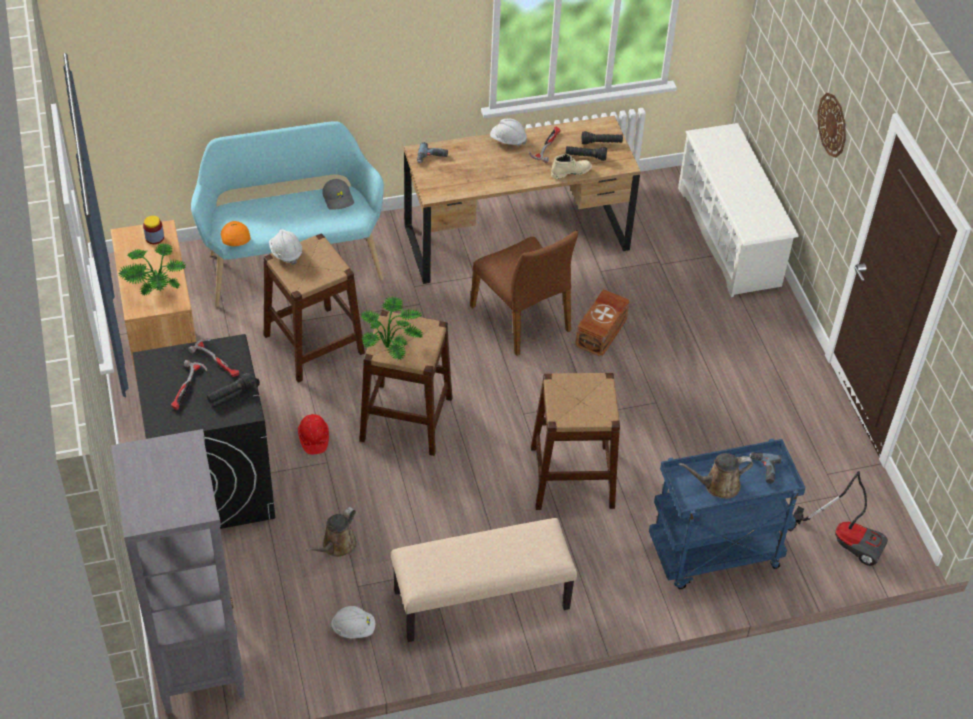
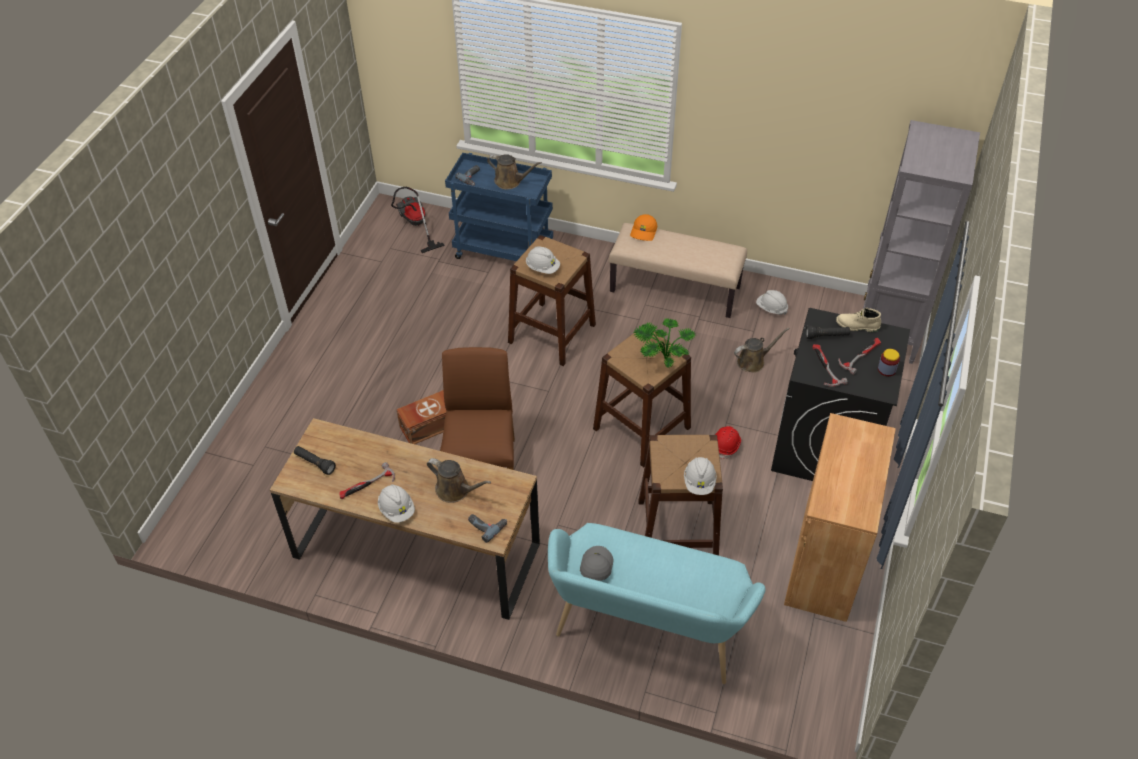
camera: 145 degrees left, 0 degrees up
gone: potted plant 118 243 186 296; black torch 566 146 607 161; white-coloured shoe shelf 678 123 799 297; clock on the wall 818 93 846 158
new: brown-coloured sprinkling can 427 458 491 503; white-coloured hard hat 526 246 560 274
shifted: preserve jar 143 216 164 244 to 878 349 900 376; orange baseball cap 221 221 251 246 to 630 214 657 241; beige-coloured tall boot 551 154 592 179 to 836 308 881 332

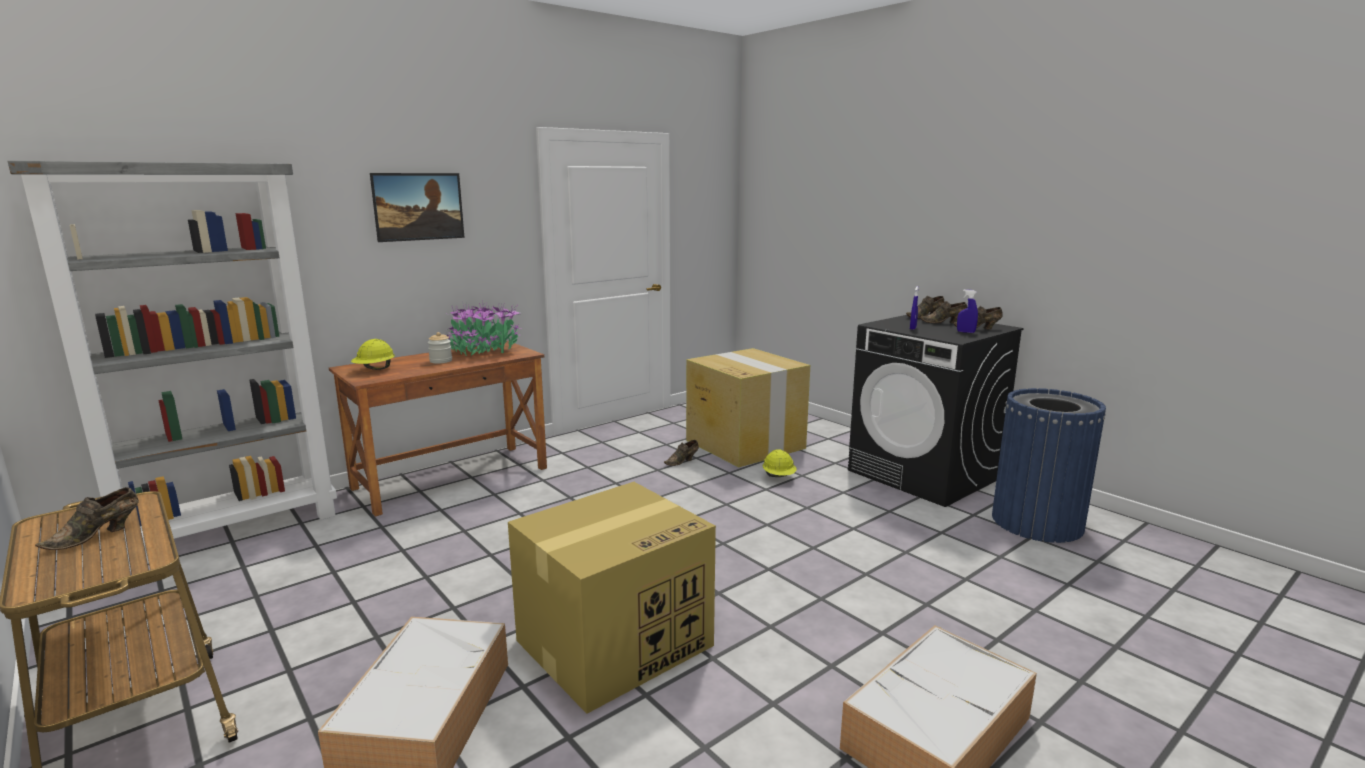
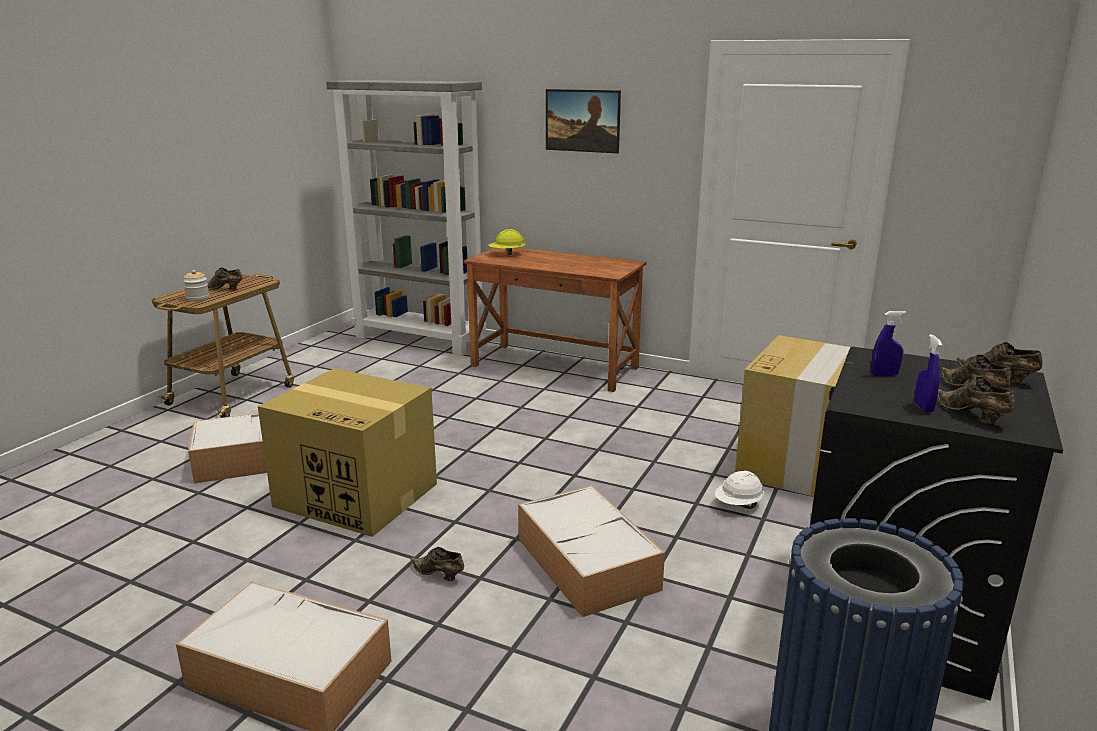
camera: 65 degrees right, 5 degrees up
gone: potted plant 445 302 522 357
new: storage bin 518 485 665 617
shifted: preserve jar 428 332 452 364 to 183 270 210 302; brown-coloured item of footwear 664 440 699 466 to 410 547 464 581
repainted: yellow hard hat 763 449 797 477 to white-coloured hard hat 715 470 764 509

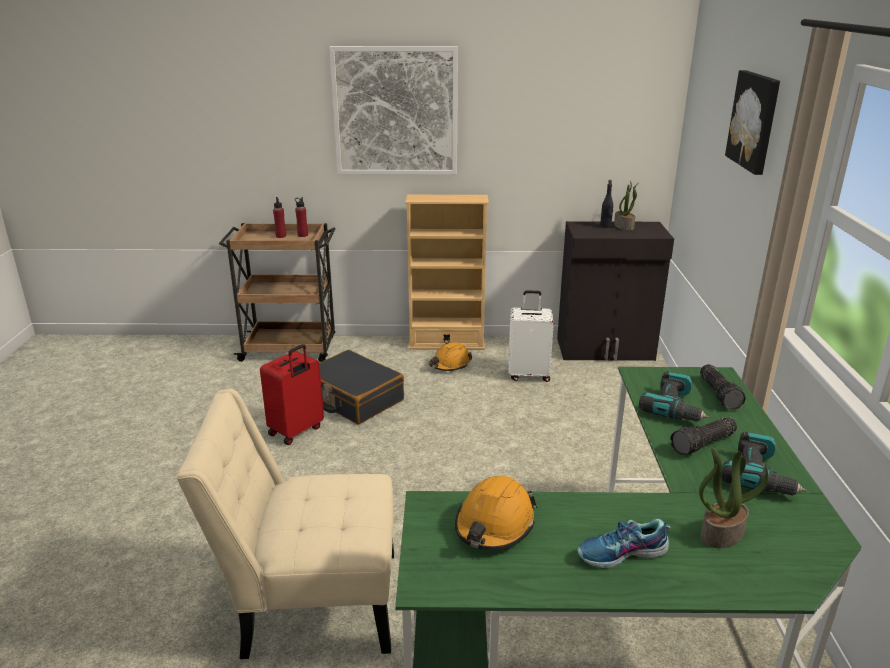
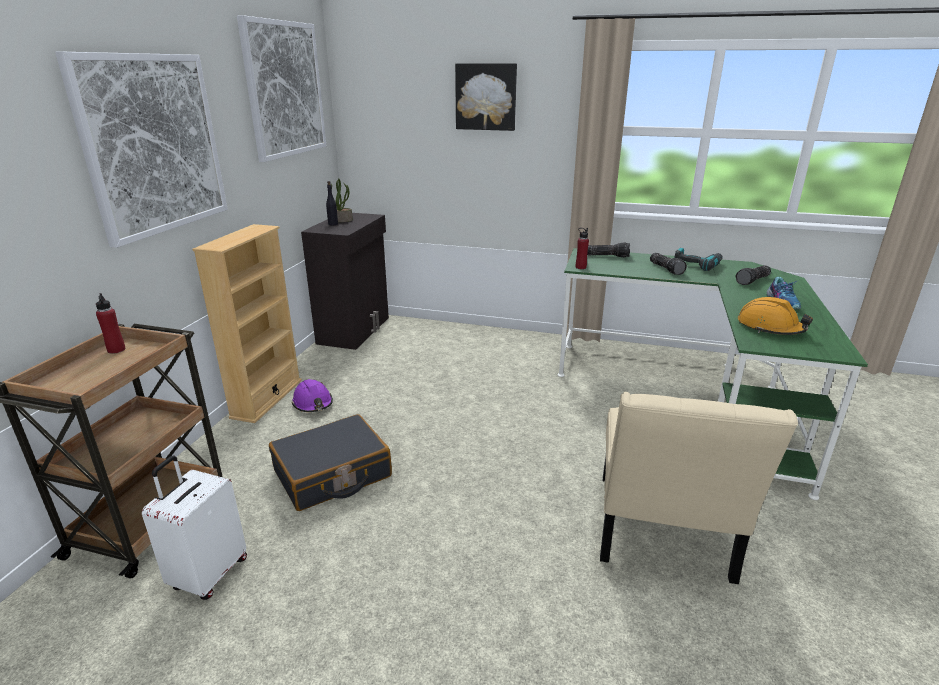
camera: 75 degrees left, 0 degrees up
gone: red travel case 260 344 324 445; drill 639 371 709 422
new: wall picture 237 15 326 162
shifted: red drink bottle 273 197 286 238 to 576 228 589 269; white-coloured travel case 508 290 554 382 to 142 455 247 600
swapped: potted plant 699 447 768 548 to torch 735 265 771 285
repainted: orange hard hat 429 342 472 371 to purple-coloured hard hat 292 379 333 412

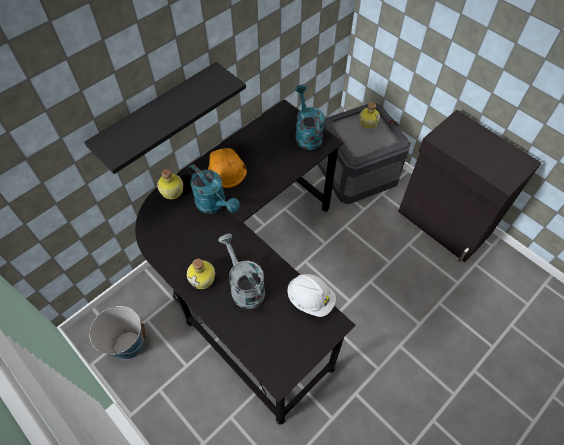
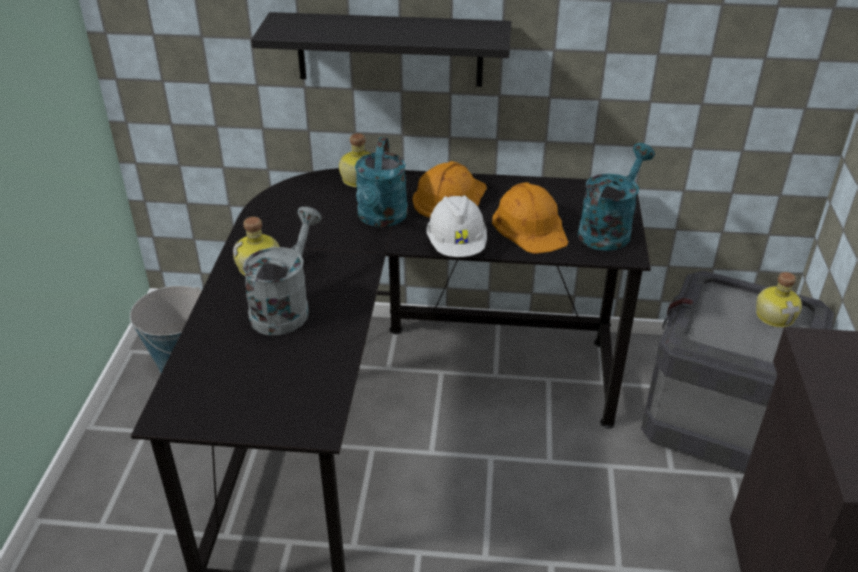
camera: 50 degrees right, 20 degrees down
new: orange hard hat 492 182 568 254
shifted: white-coloured hard hat 287 274 336 317 to 427 195 487 257

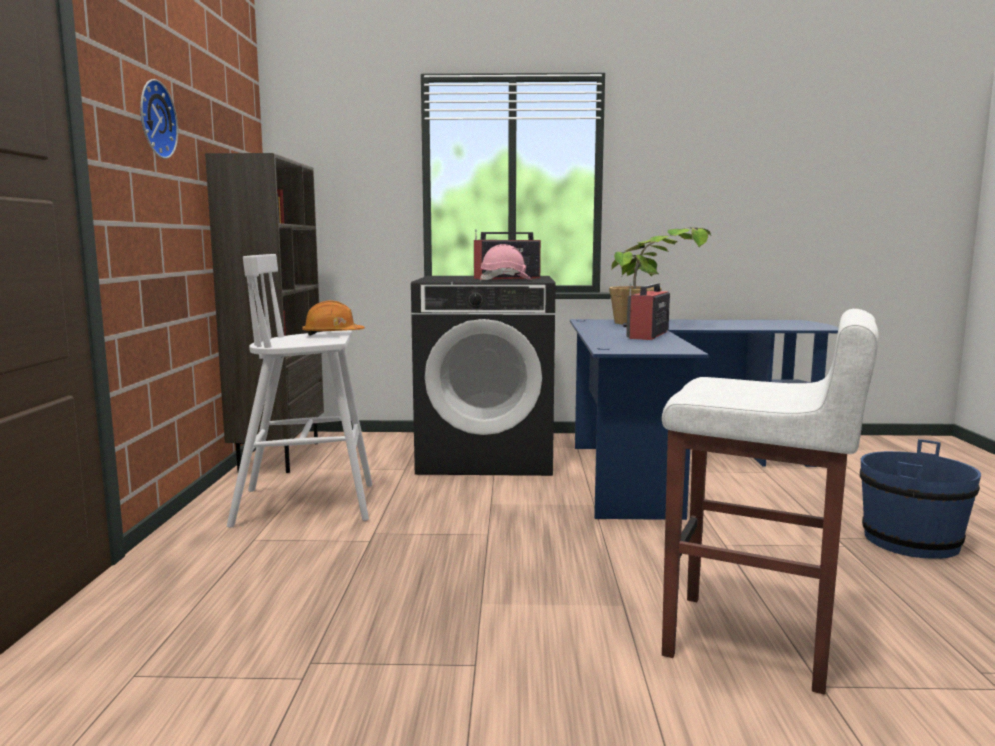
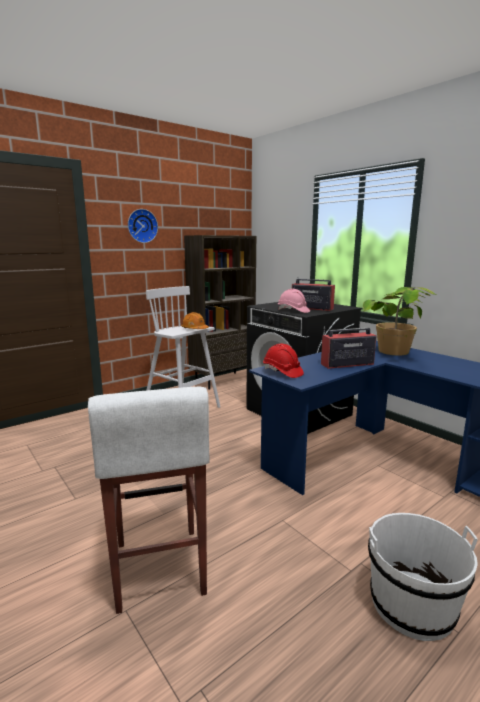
camera: 50 degrees right, 5 degrees up
new: red hard hat 263 344 304 378
repainted: blue water bucket 860 439 981 559 to white-coloured water bucket 368 513 478 641

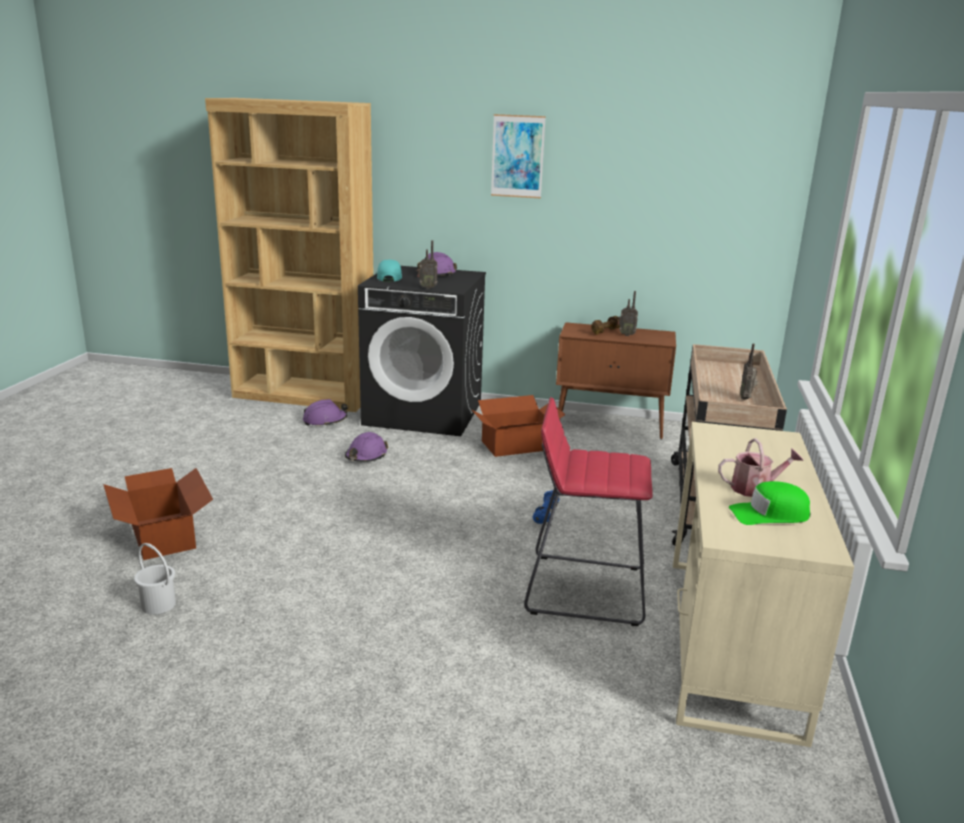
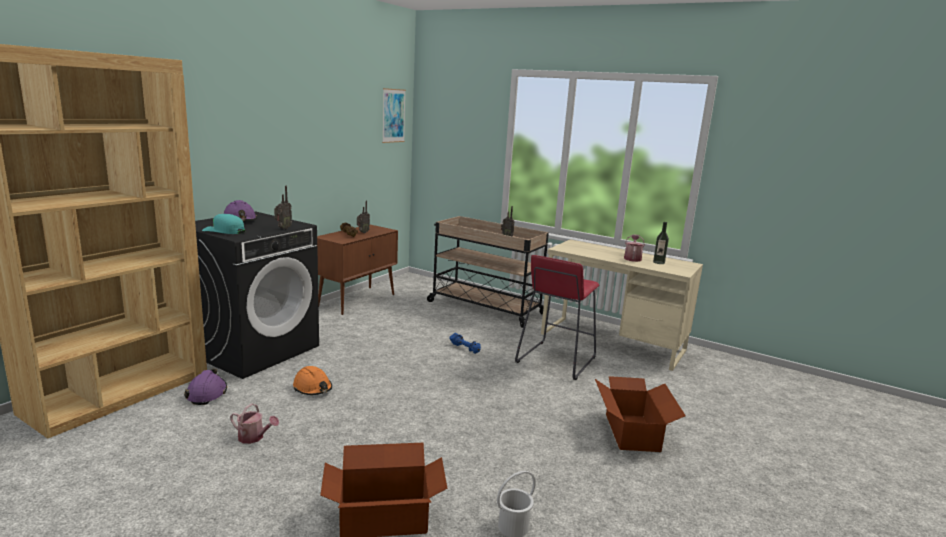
camera: 70 degrees left, 5 degrees down
new: sprinkling can 230 403 279 444
shifted: cardboard box 472 395 566 457 to 595 376 686 452; wall picture 491 114 546 198 to 382 88 406 143
swapped: green baseball cap 729 481 811 525 to drink bottle 653 222 669 264
repainted: purple-coloured hard hat 345 432 388 462 to orange hard hat 293 366 332 395

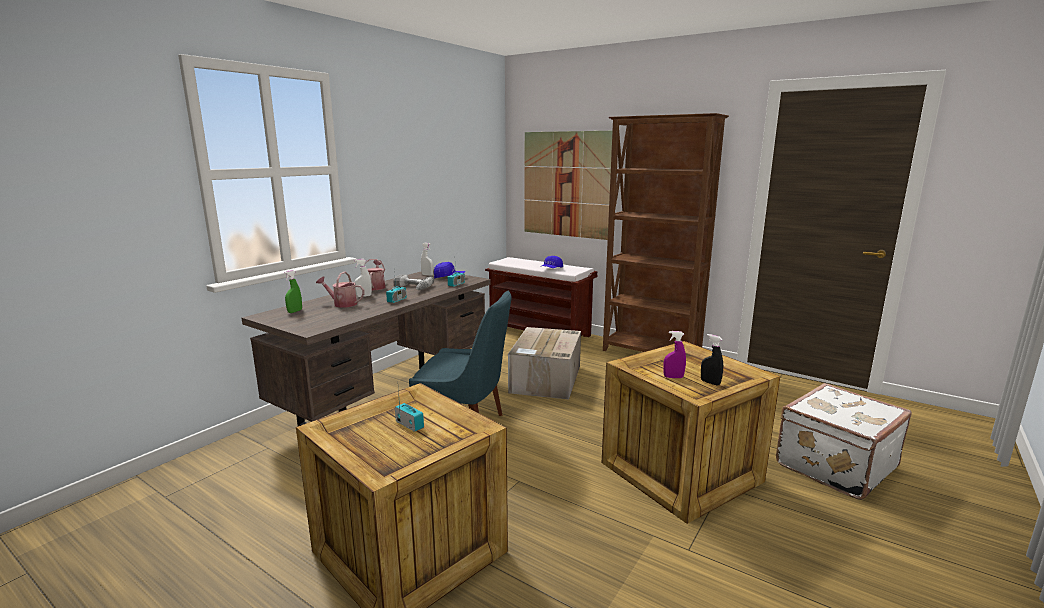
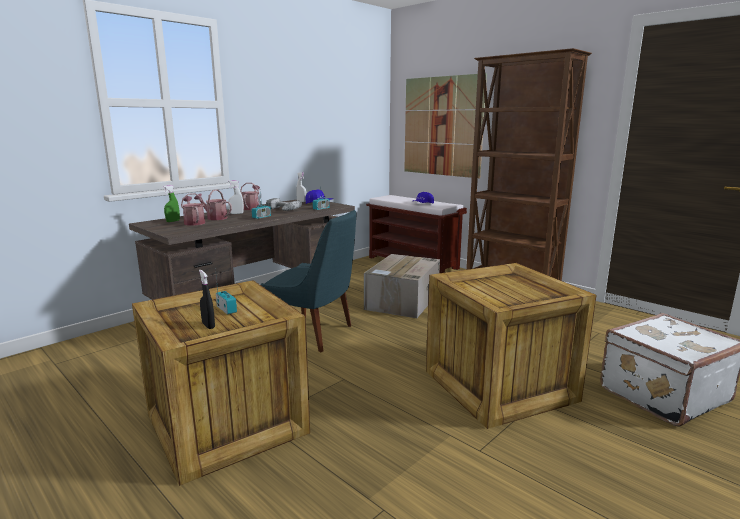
camera: 10 degrees right, 0 degrees up
gone: purple-coloured sprayer 663 331 686 378
new: sprinkling can 181 193 205 226
shifted: black sprayer 701 334 723 386 to 199 270 215 329

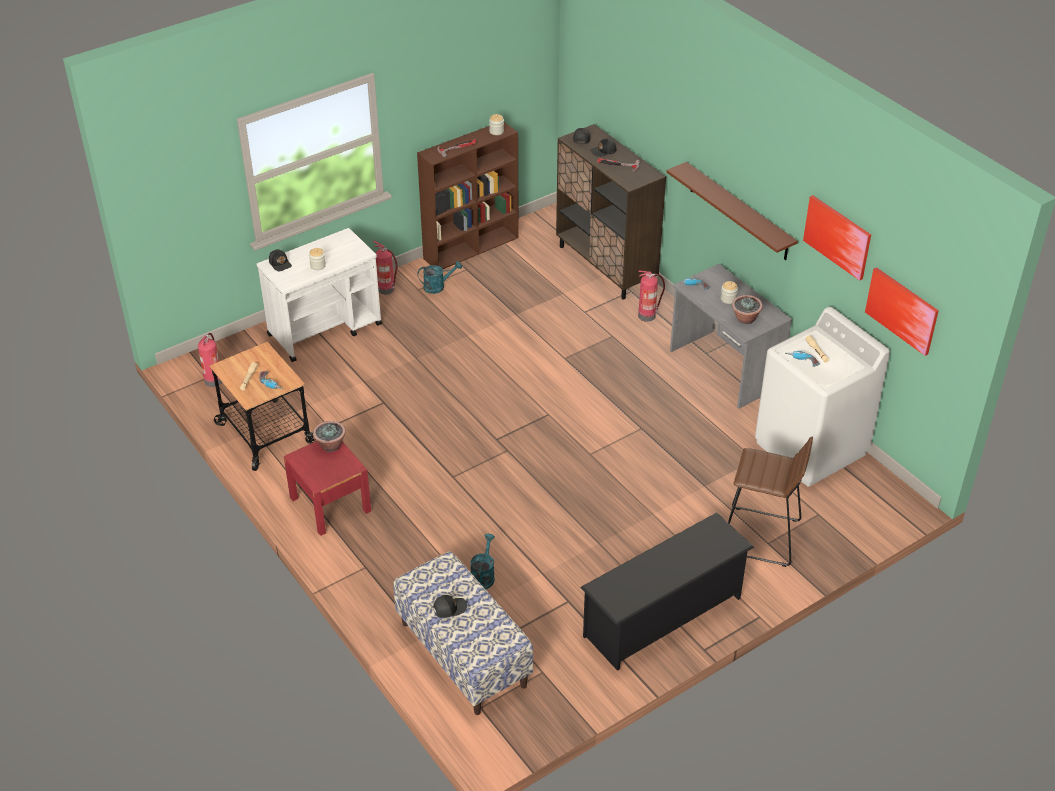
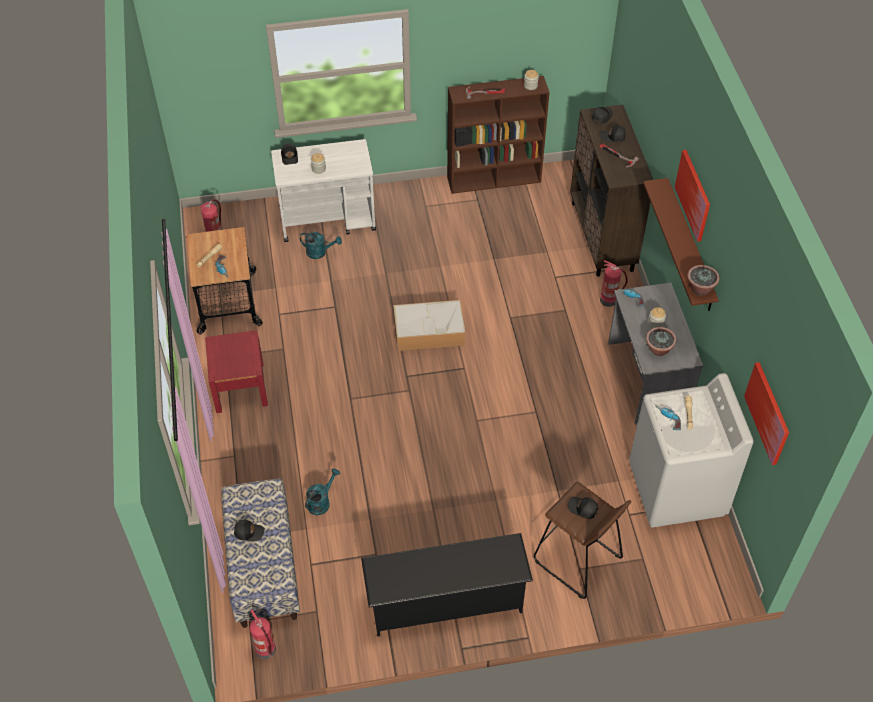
camera: 25 degrees right, 10 degrees up
new: storage bin 393 300 465 351; black baseball cap 568 497 598 519
shifted: potted plant 313 421 346 452 to 687 265 720 296; fire extinguisher 373 241 397 295 to 250 610 276 659; blue-green sprinkling can 417 261 462 294 to 300 232 342 259; wall picture 803 195 871 281 to 675 150 710 242

